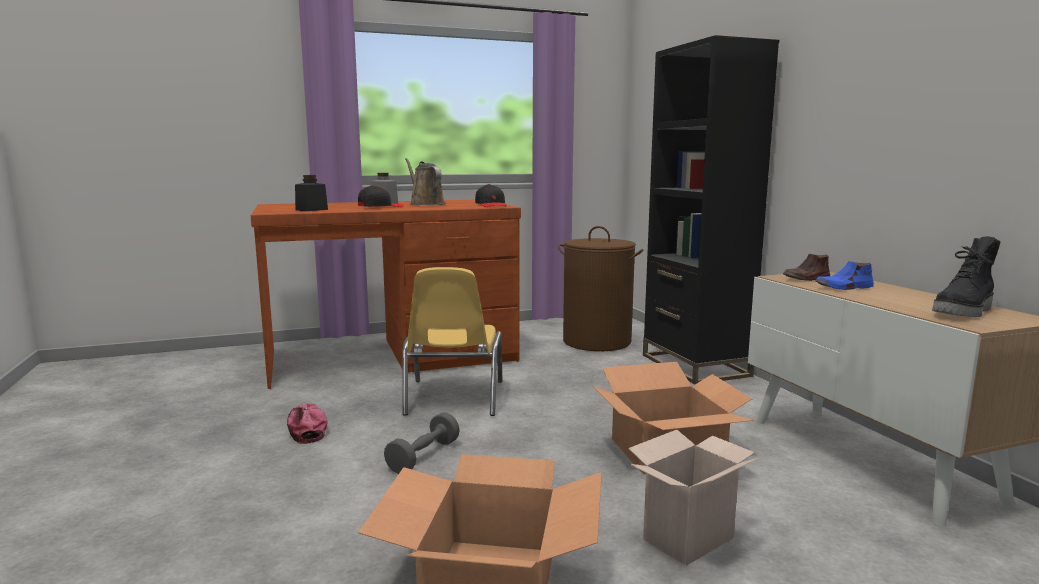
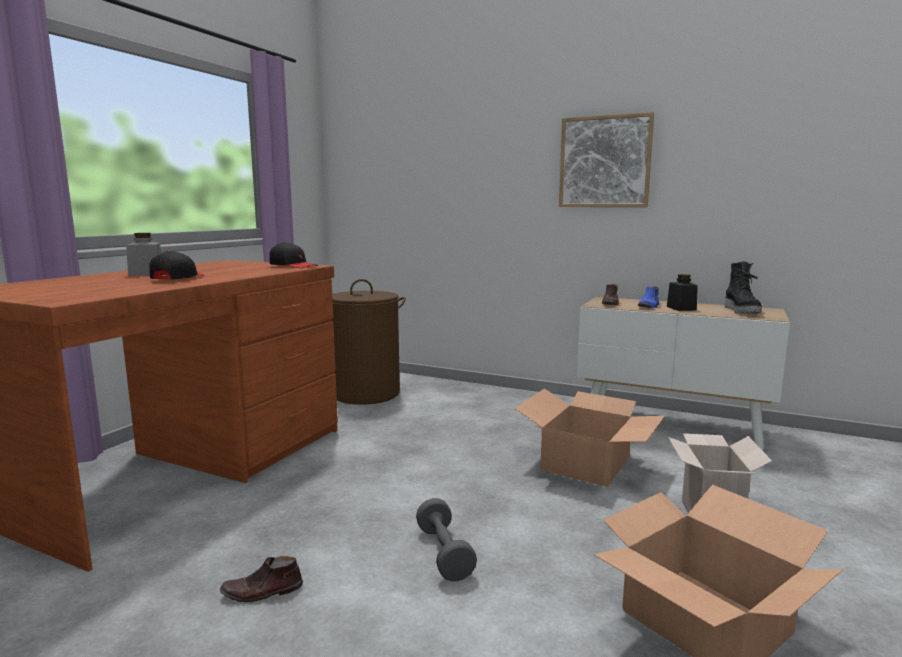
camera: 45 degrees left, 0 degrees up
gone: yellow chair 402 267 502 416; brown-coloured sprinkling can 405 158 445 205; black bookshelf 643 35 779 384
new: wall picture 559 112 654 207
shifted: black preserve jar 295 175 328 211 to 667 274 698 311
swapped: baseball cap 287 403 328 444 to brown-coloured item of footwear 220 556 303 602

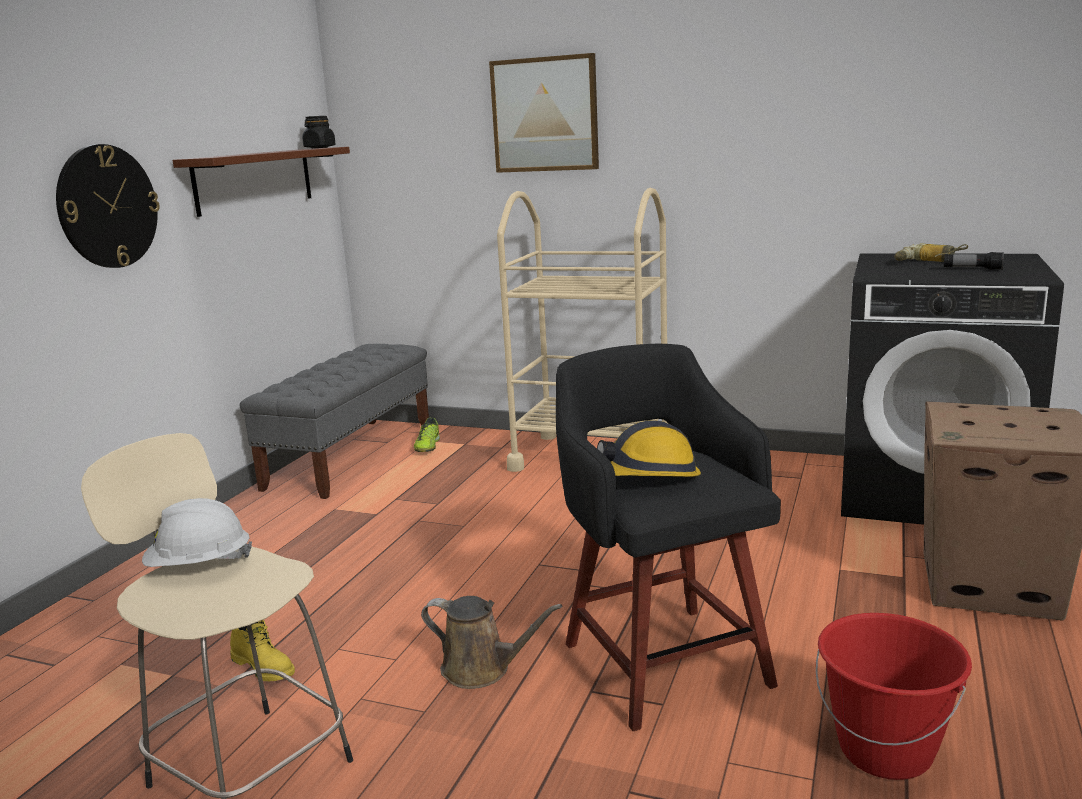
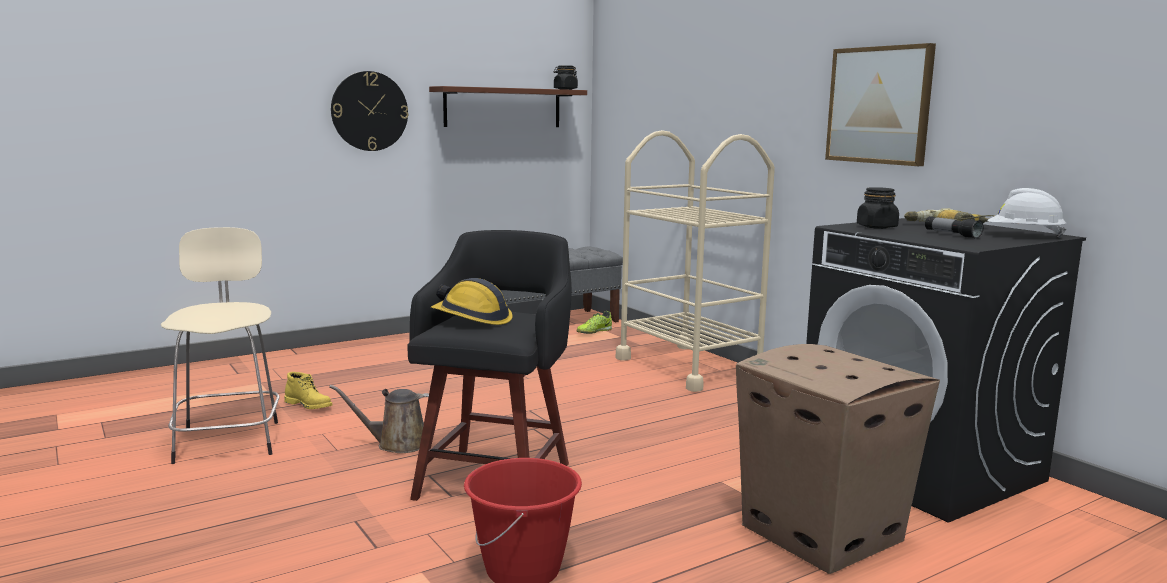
camera: 35 degrees right, 5 degrees down
new: black preserve jar 857 187 899 229
shifted: white-coloured hard hat 142 498 252 567 to 988 188 1066 238; wall picture 489 53 599 173 to 825 43 936 166
rotated: yellow tall boot 230 620 295 681 = 284 372 333 409 45 degrees counterclockwise; brown-coloured sprinkling can 421 596 562 689 = 329 385 429 453 120 degrees clockwise

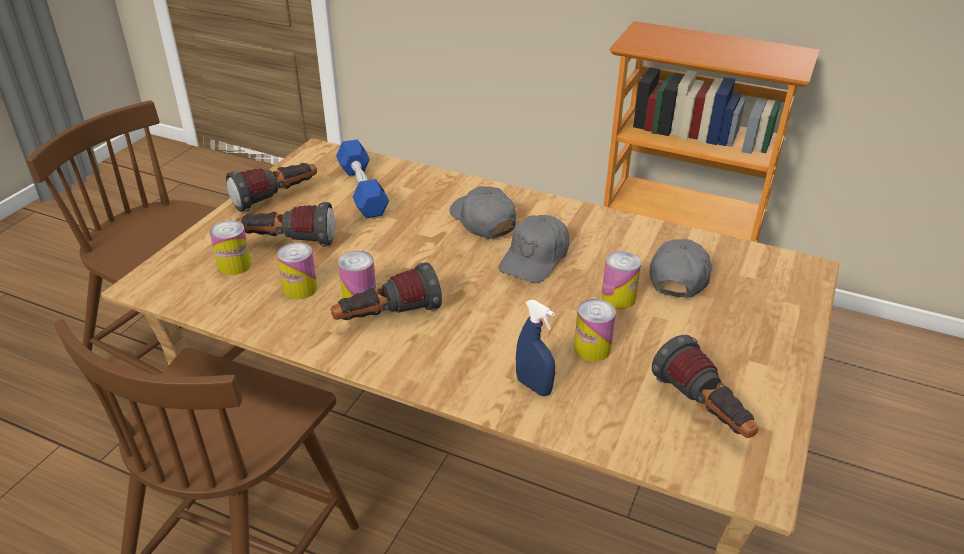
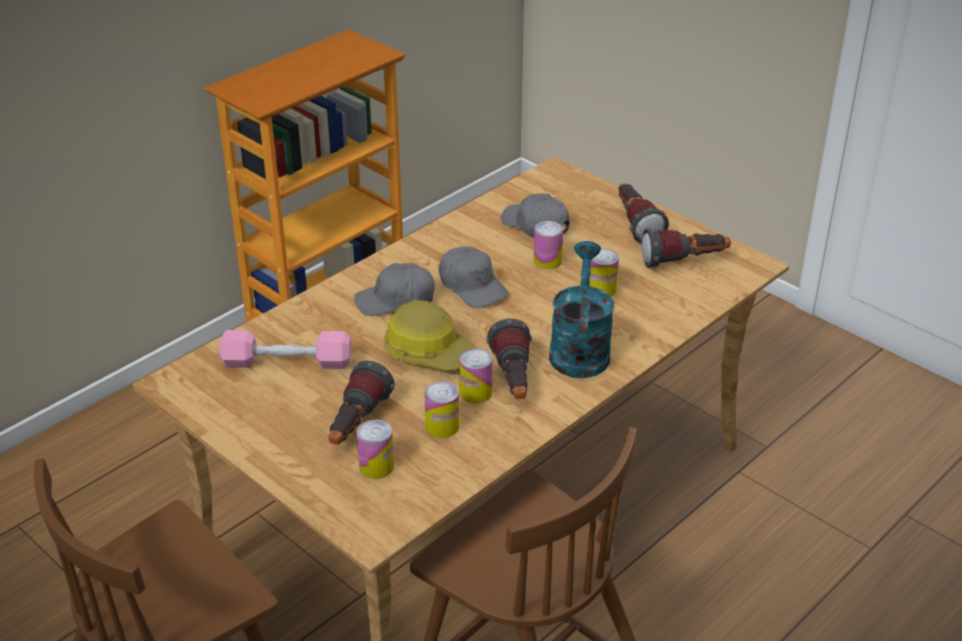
camera: 70 degrees left, 0 degrees up
gone: blue sprayer 516 300 555 396
new: hard hat 384 300 476 371; blue-green sprinkling can 549 241 614 378
shifted: torch 226 163 317 212 to 618 183 669 243
repainted: blue hand weight 336 139 389 218 to pink hand weight 219 330 351 369

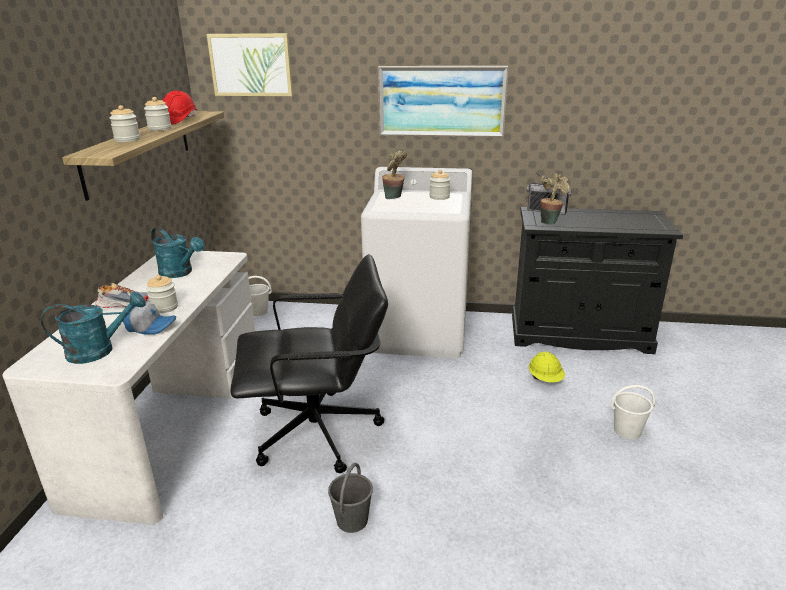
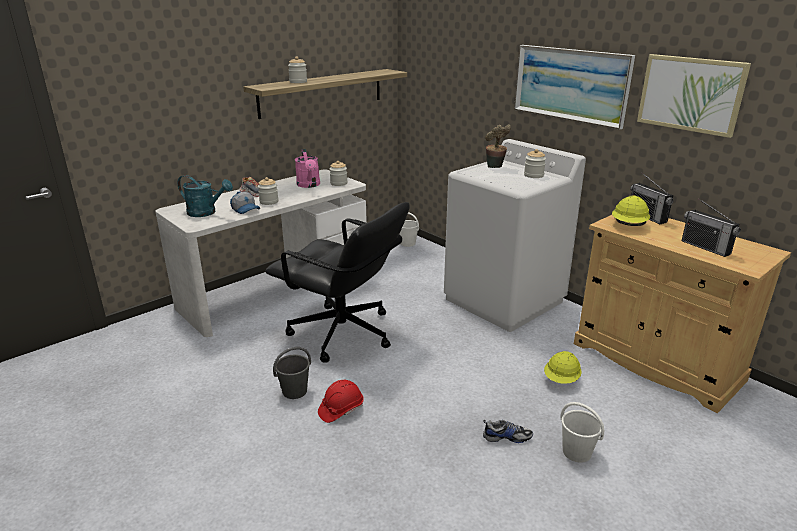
camera: 40 degrees right, 0 degrees up
new: item of footwear 483 420 533 443; radio 681 198 741 257
shifted: preserve jar 144 97 172 131 to 330 161 348 186; red hard hat 163 91 197 125 to 318 380 364 423; wall picture 207 33 293 96 to 637 54 751 138
swapped: potted plant 540 173 570 225 to yellow hard hat 612 196 650 226
repainted: blue-green sprinkling can 151 227 204 278 to pink sprinkling can 295 149 320 188; black cupboard 512 207 683 354 to beige-coloured cupboard 574 215 791 413

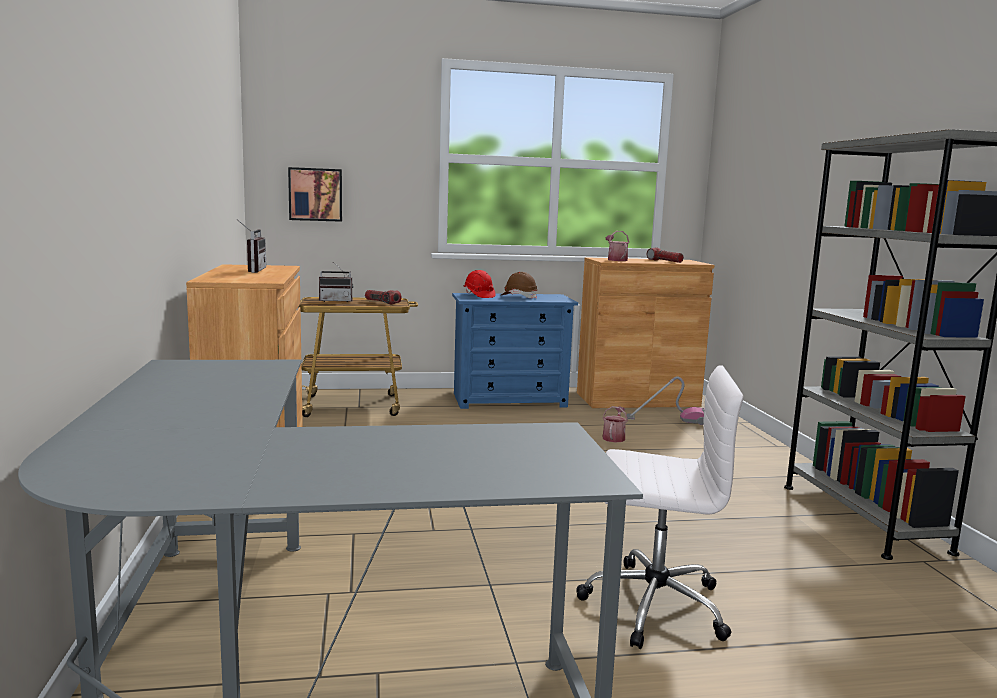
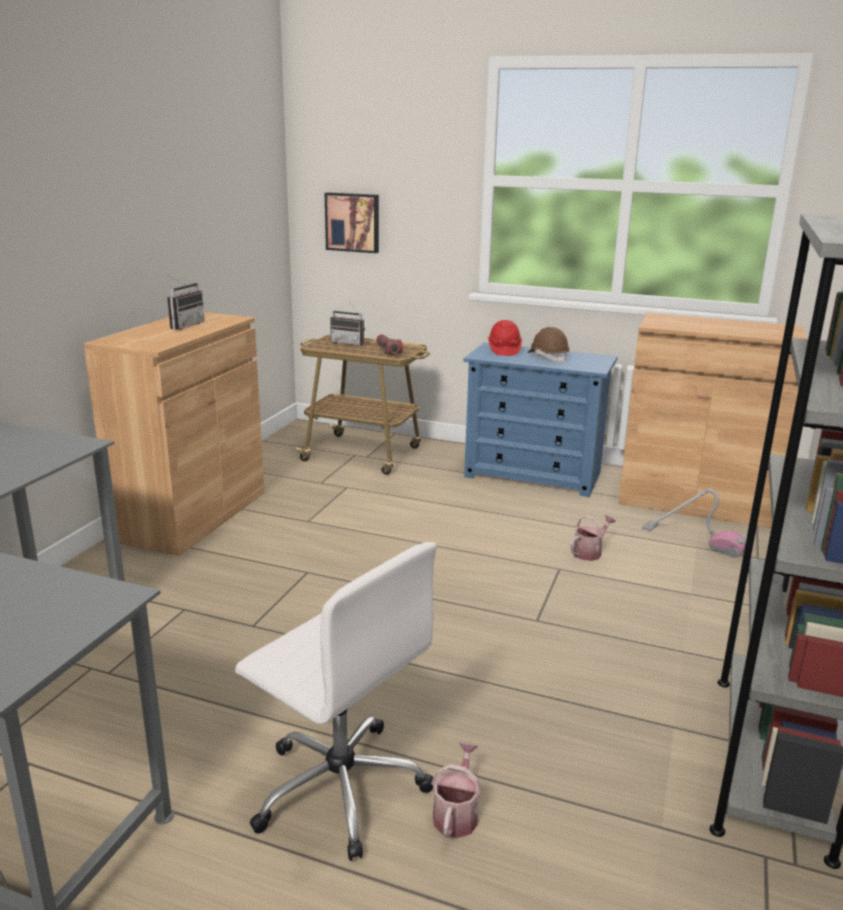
camera: 30 degrees right, 10 degrees up
gone: torch 647 247 684 263
shifted: sprinkling can 606 231 629 261 to 431 742 482 838

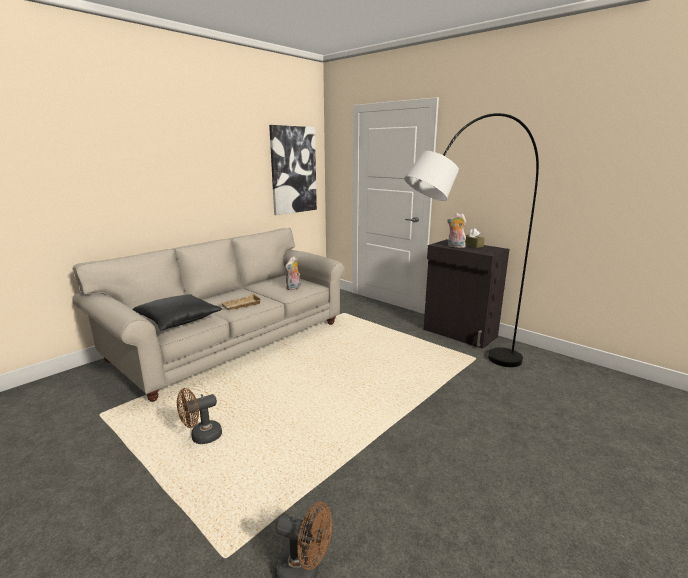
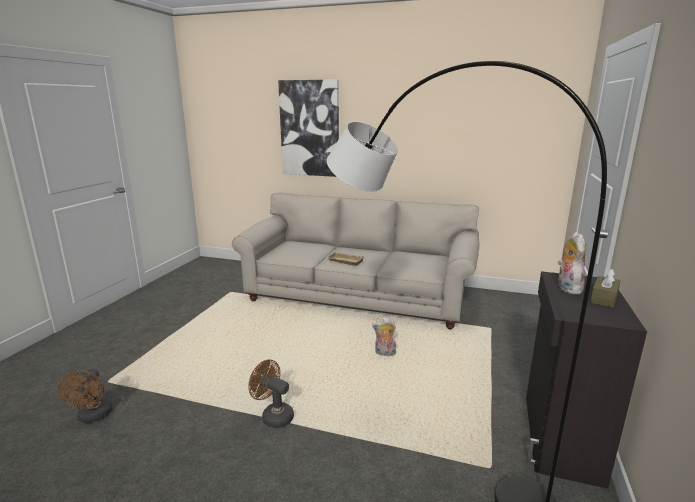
camera: 65 degrees right, 0 degrees up
gone: black cushion 132 294 222 331
shifted: brown-coloured fan 177 388 222 444 to 248 360 294 428; wall picture 269 125 317 215 to 278 79 339 177; plush toy 285 256 301 290 to 372 317 396 356

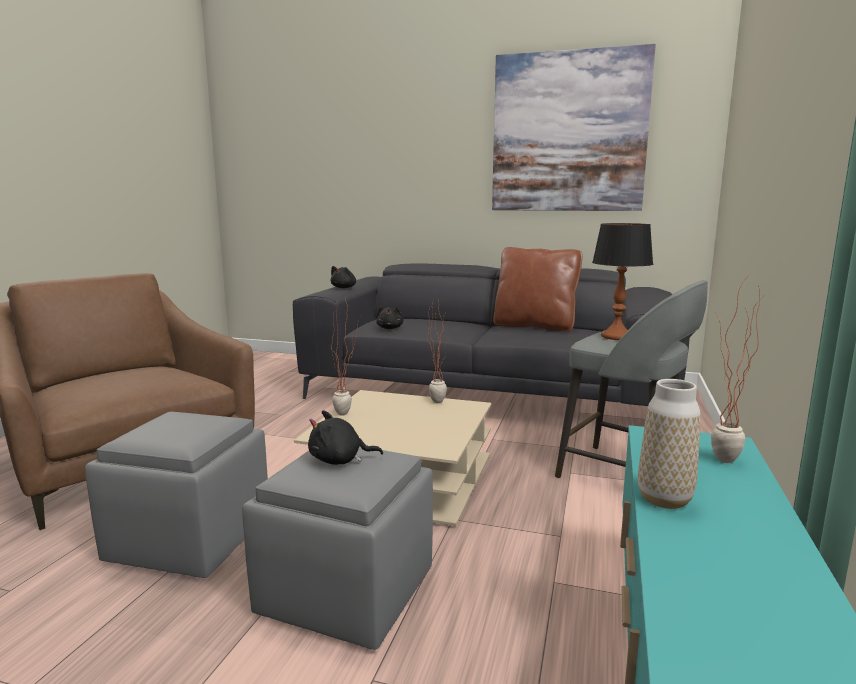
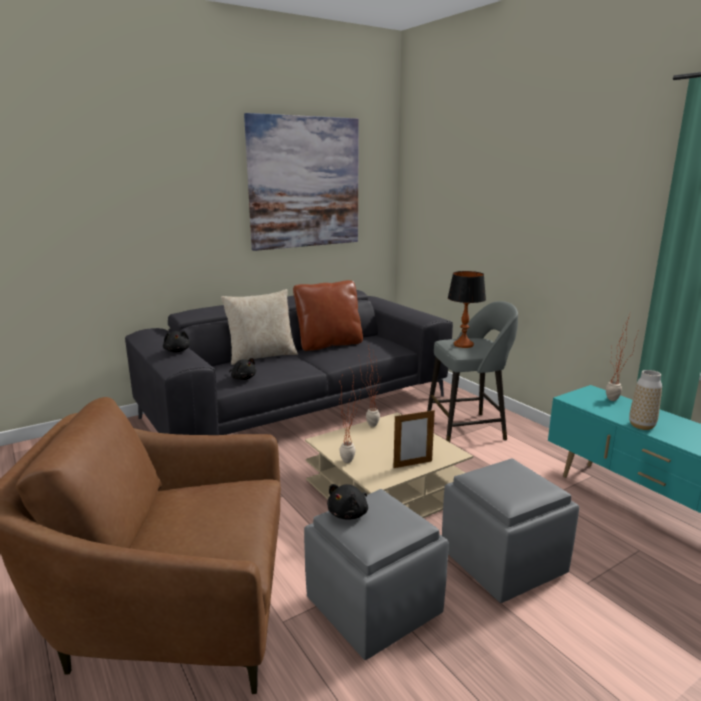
camera: 50 degrees left, 5 degrees up
new: beige-coloured cushion 221 289 298 365; standing frame 393 409 435 468
shifted: black plush toy 308 410 383 465 to 327 484 368 520

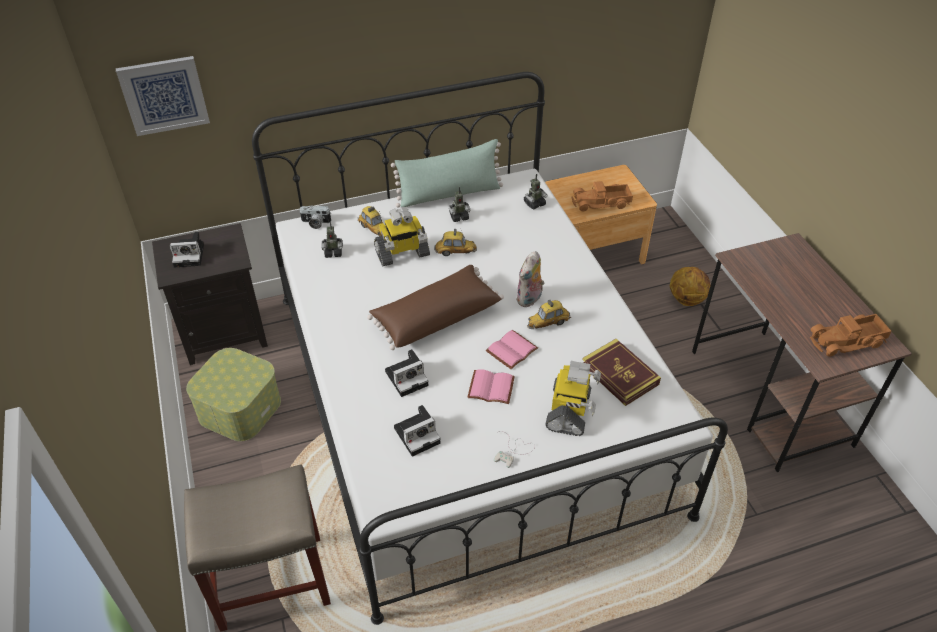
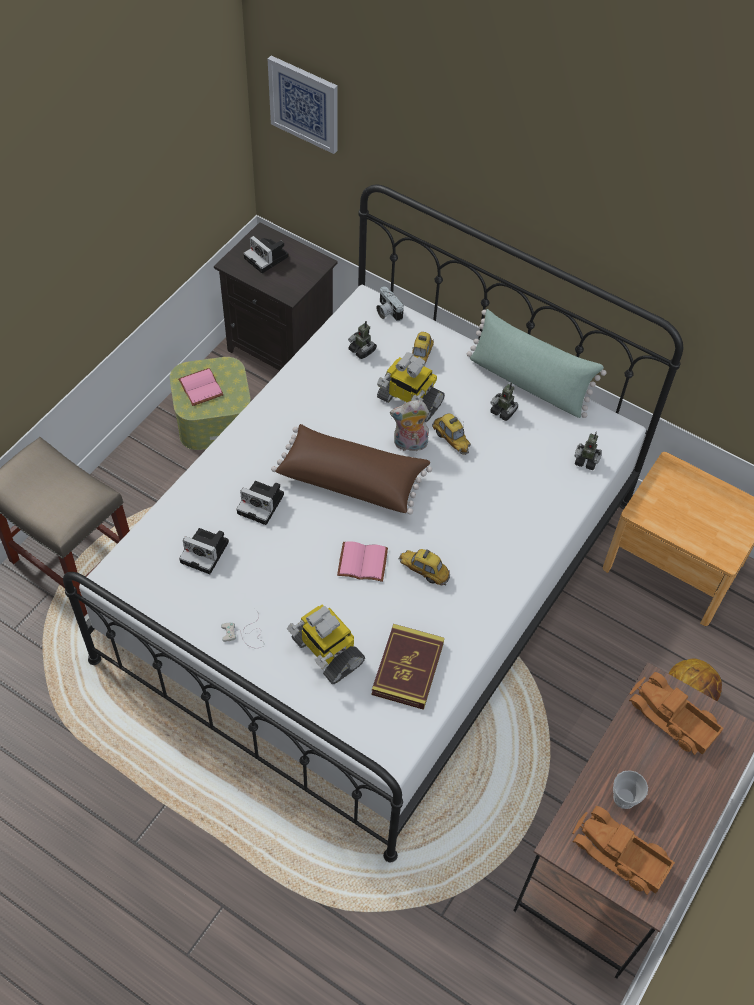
camera: 50 degrees right, 10 degrees up
new: drinking cup 613 770 648 809
shifted: pink book 467 369 515 404 to 178 368 224 406; plush toy 516 251 544 307 to 390 400 429 453; toy lorry 572 181 633 212 to 629 672 723 755
rotated: model robot 545 361 601 436 = 287 604 365 684 75 degrees clockwise

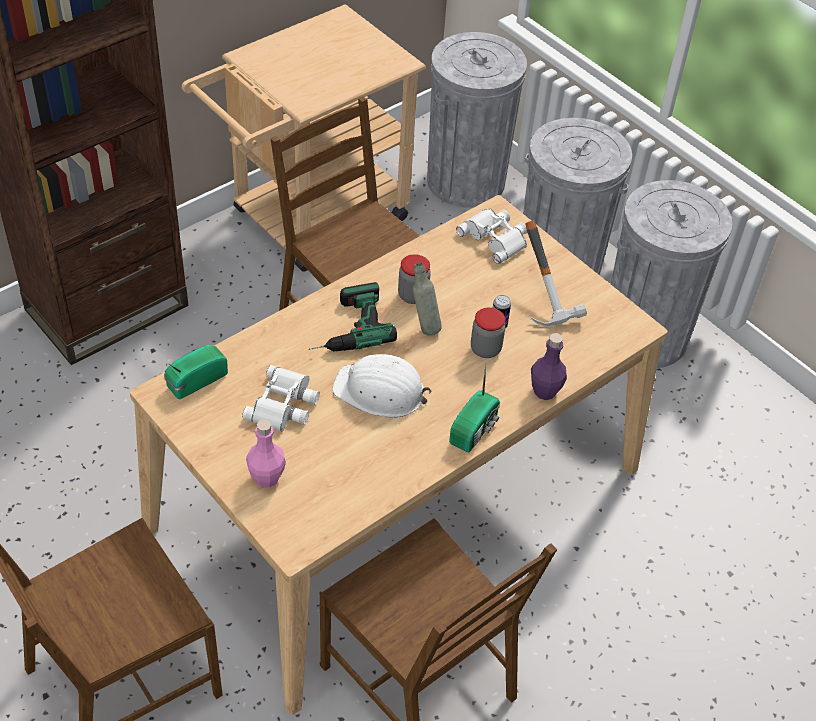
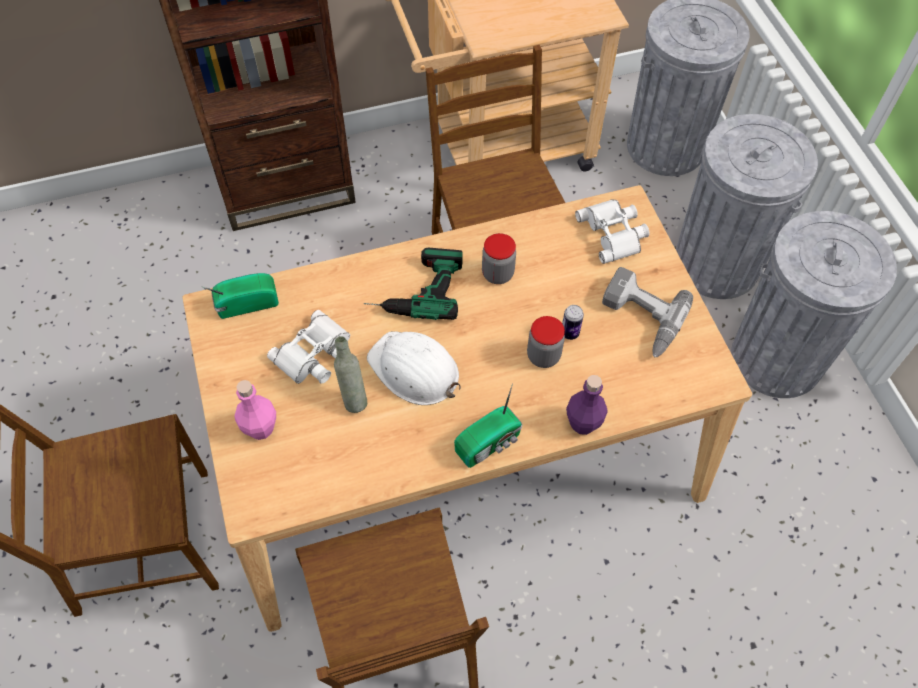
camera: 25 degrees right, 10 degrees up
shifted: gray drink bottle 413 262 442 335 to 334 336 367 413
swapped: hand hammer 525 221 587 327 to drill 602 267 693 358

